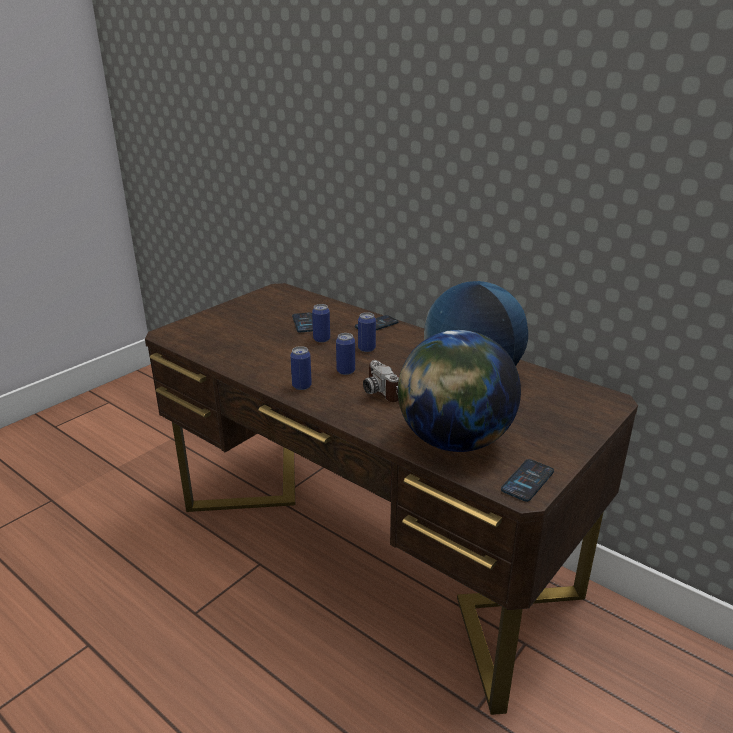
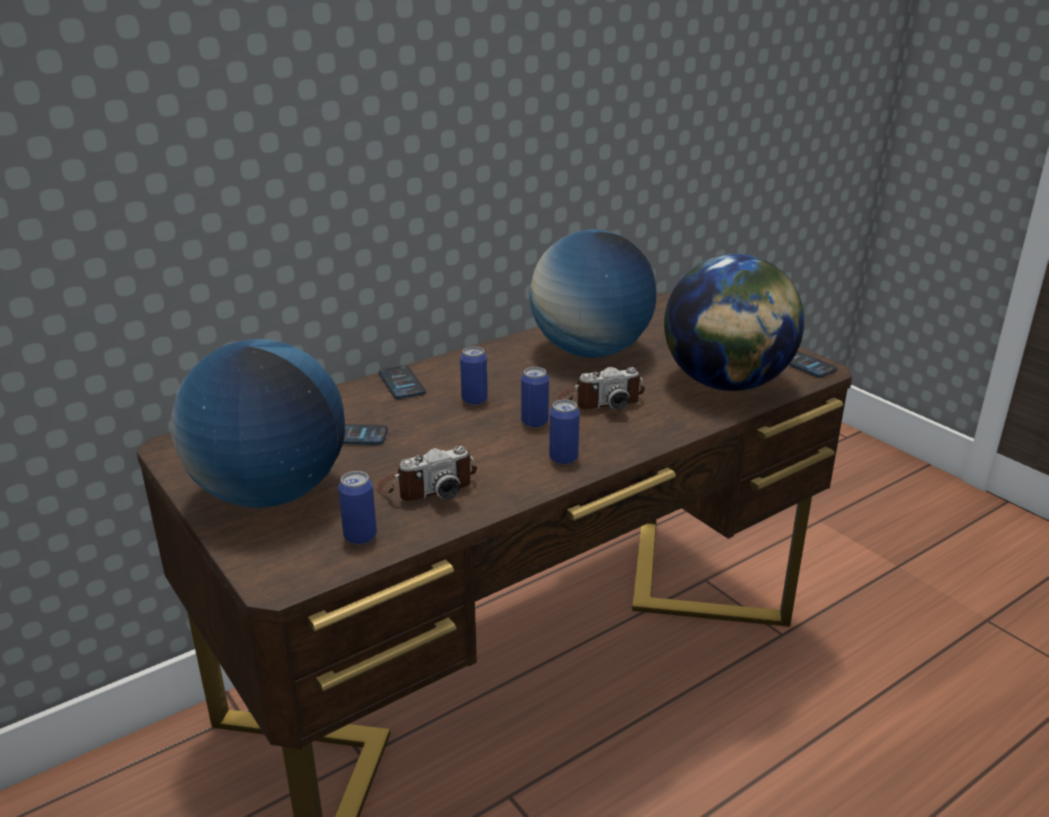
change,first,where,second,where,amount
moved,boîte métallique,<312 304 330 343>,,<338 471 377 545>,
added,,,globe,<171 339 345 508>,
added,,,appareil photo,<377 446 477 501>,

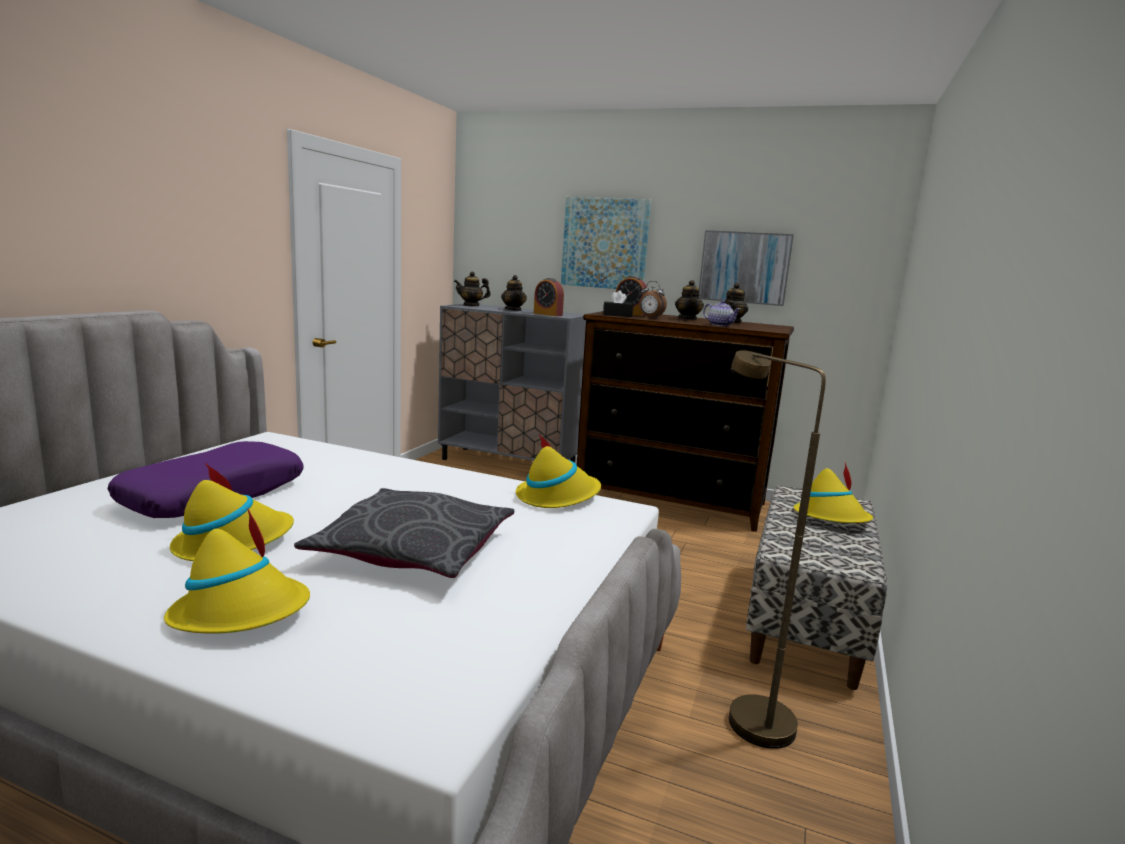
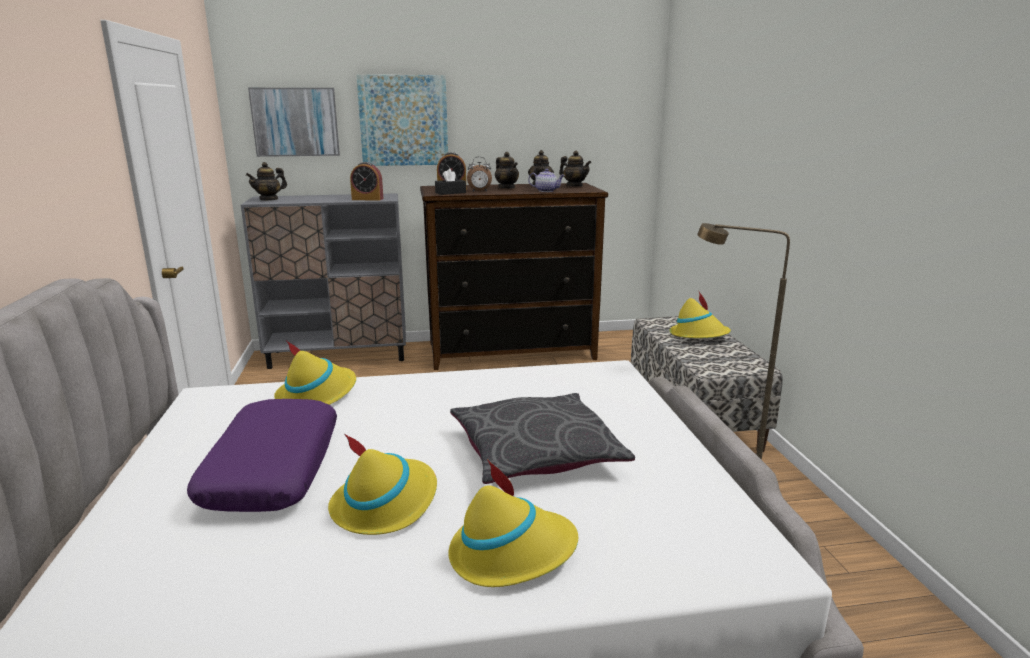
change,first,where,second,where,amount
moved,tableau,<699 230 794 306>,,<248 88 340 157>,
moved,théière,<501 275 527 311>,,<559 151 591 186>,
moved,chapeau/jaune,<516 433 601 508>,,<274 340 356 405>,

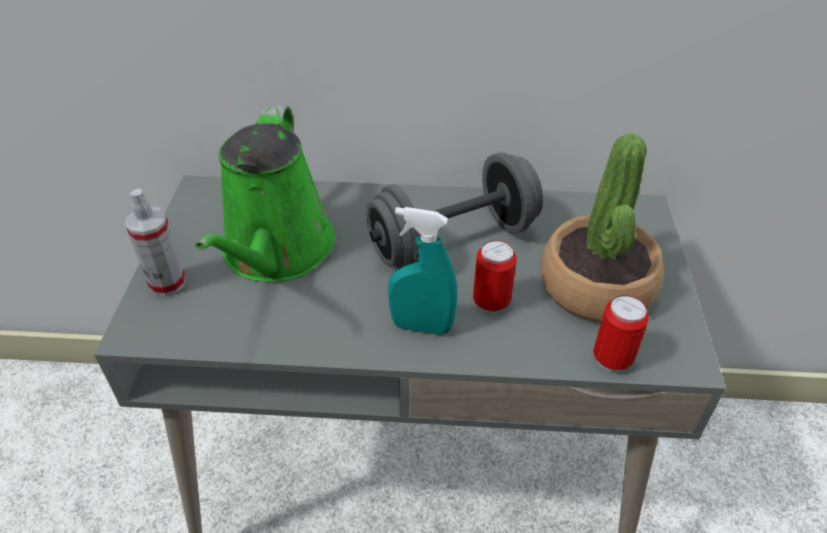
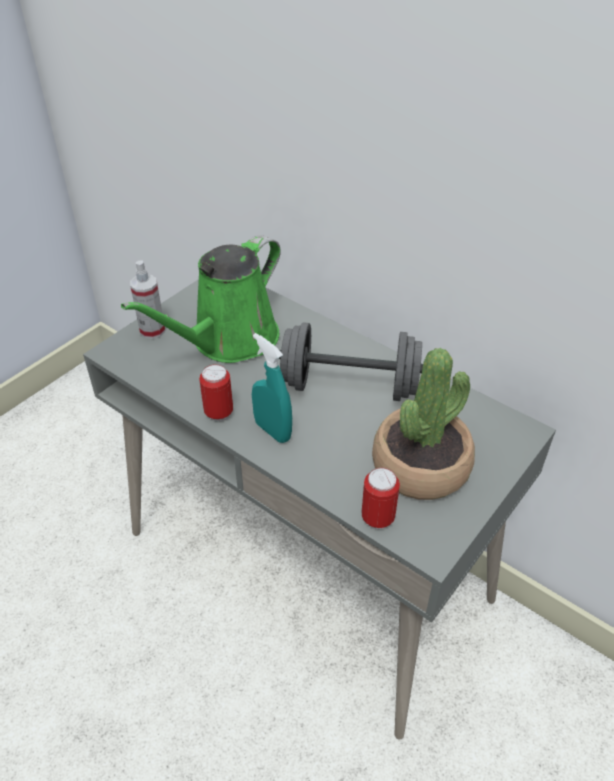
change,first,where,second,where,amount
moved,boîte métallique,<473 240 517 314>,,<199 364 233 421>,

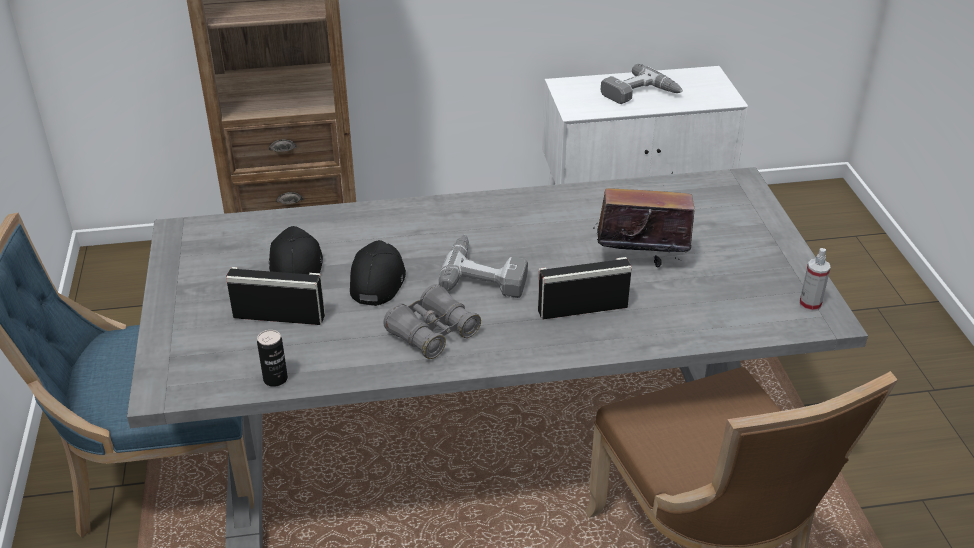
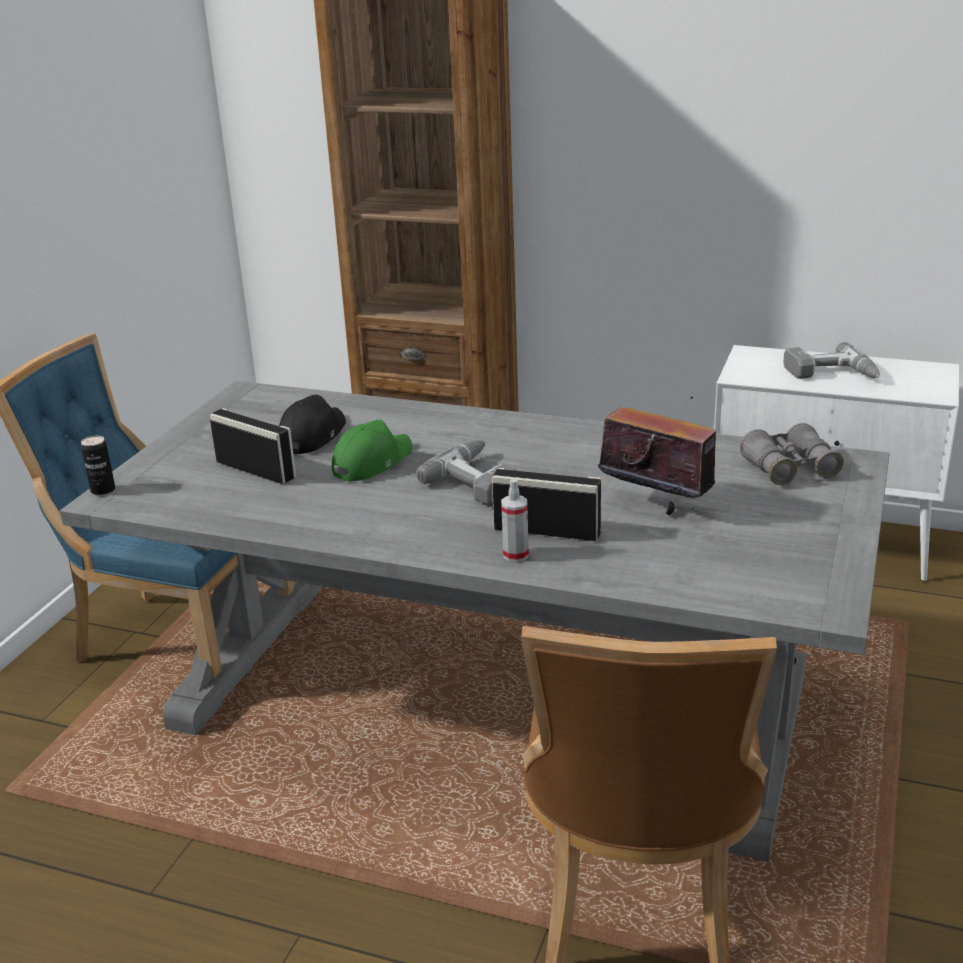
change,first,where,second,where,amount
recoloured,casquette/noir,<350 240 406 306>,casquette/vert,<332 420 413 481>,
moved,vaporisateur,<799 248 831 312>,,<501 479 529 562>,
moved,jumelles/gris,<383 284 481 359>,,<740 423 844 485>,
moved,boîte métallique,<257 330 288 387>,,<81 436 115 495>,

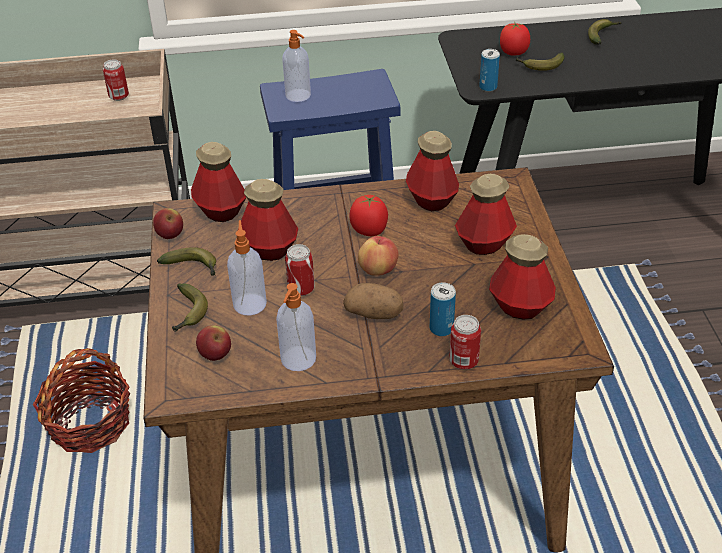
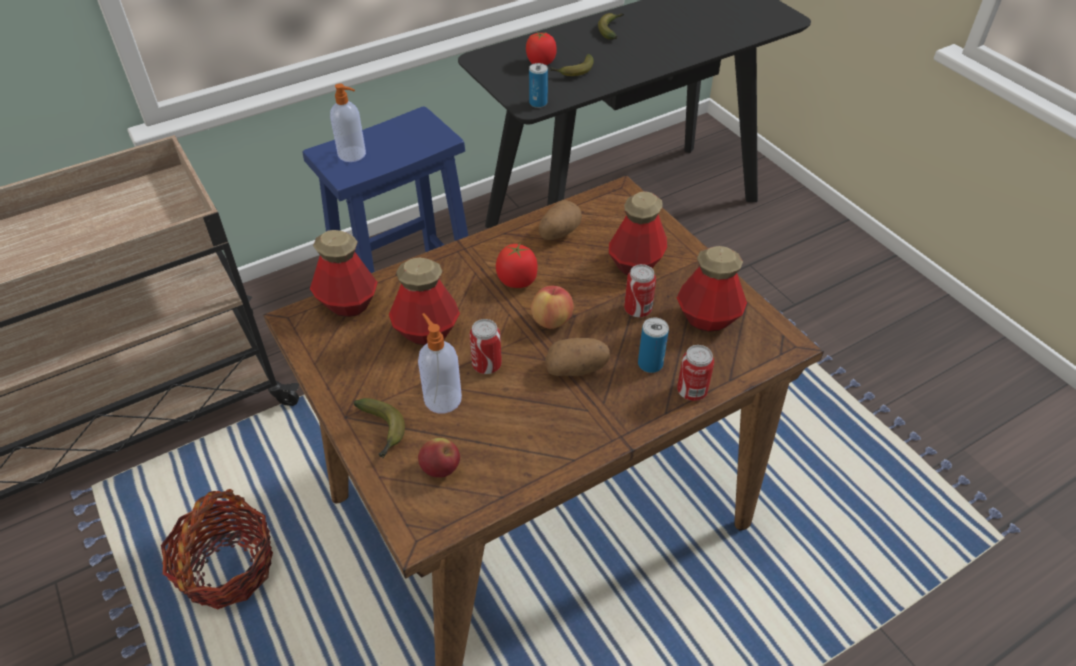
change,first,where,second,where,amount
moved,boîte métallique,<103 59 129 101>,,<624 264 656 317>,
replaced,bouteille,<406 131 459 211>,pomme de terre,<539 200 582 240>,
removed,pomme,<153 208 183 239>,,,
removed,banane,<157 247 216 276>,,,
removed,distributeur de savon,<276 283 316 371>,,,

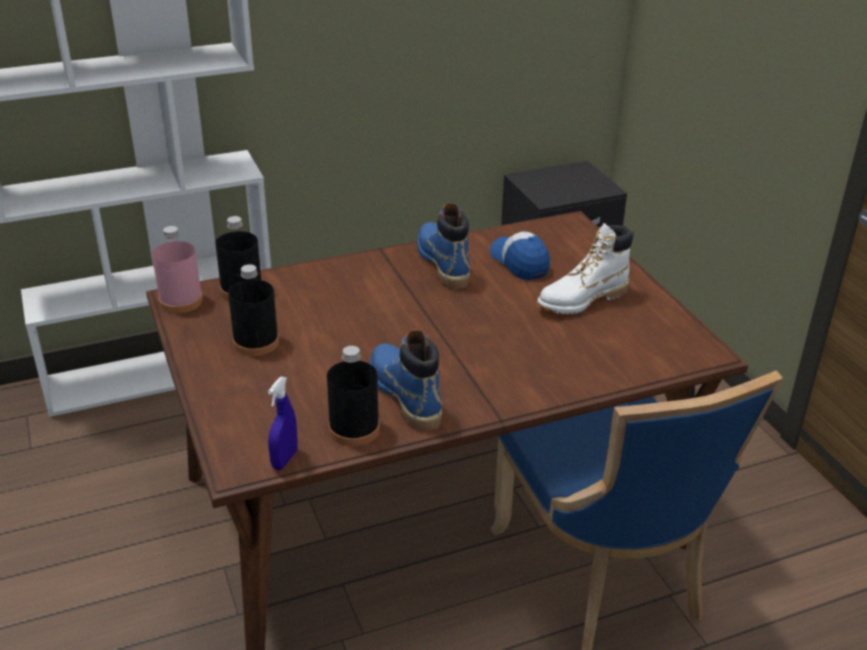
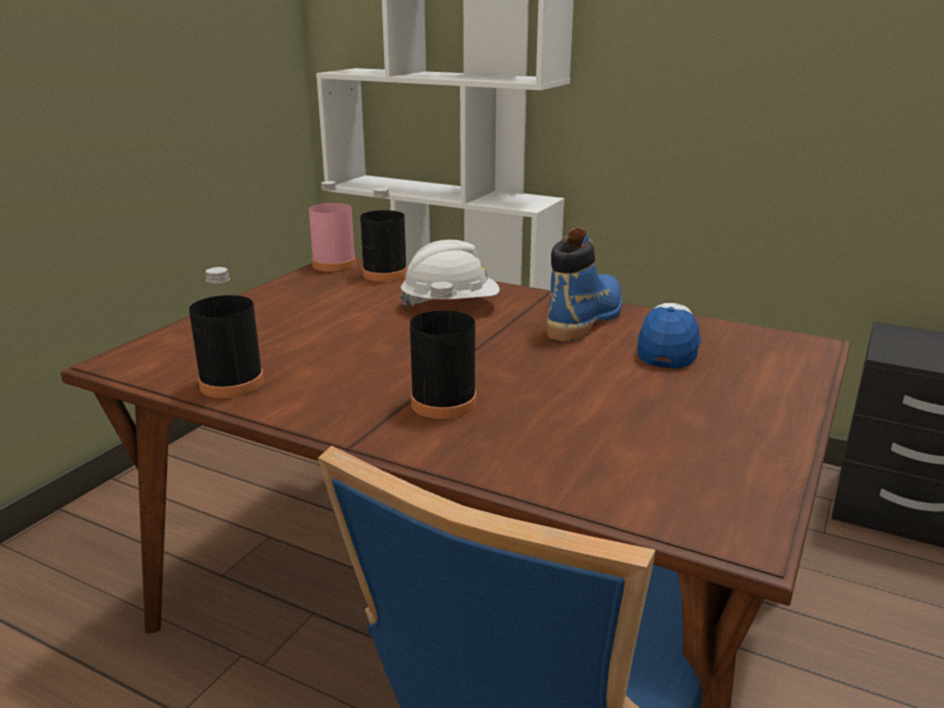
change,first,where,second,where,amount
removed,botte/blanc,<537 223 634 314>,,,
moved,bouteille/noir,<228 264 279 356>,,<410 281 476 419>,
removed,botte/bleu,<370 330 442 432>,,,
removed,vaporisateur/bleu,<268 377 298 470>,,,
added,,,casque de chantier/blanc,<400 240 500 308>,

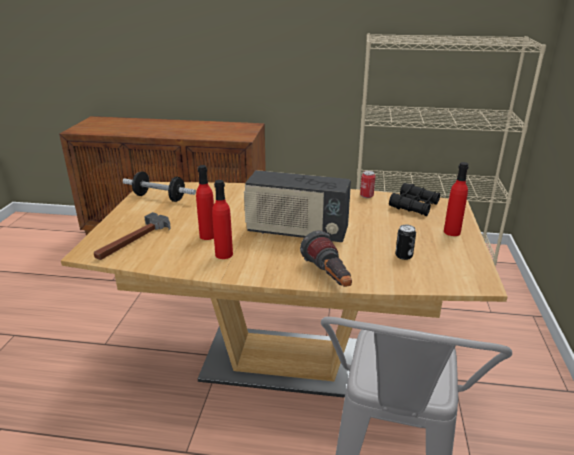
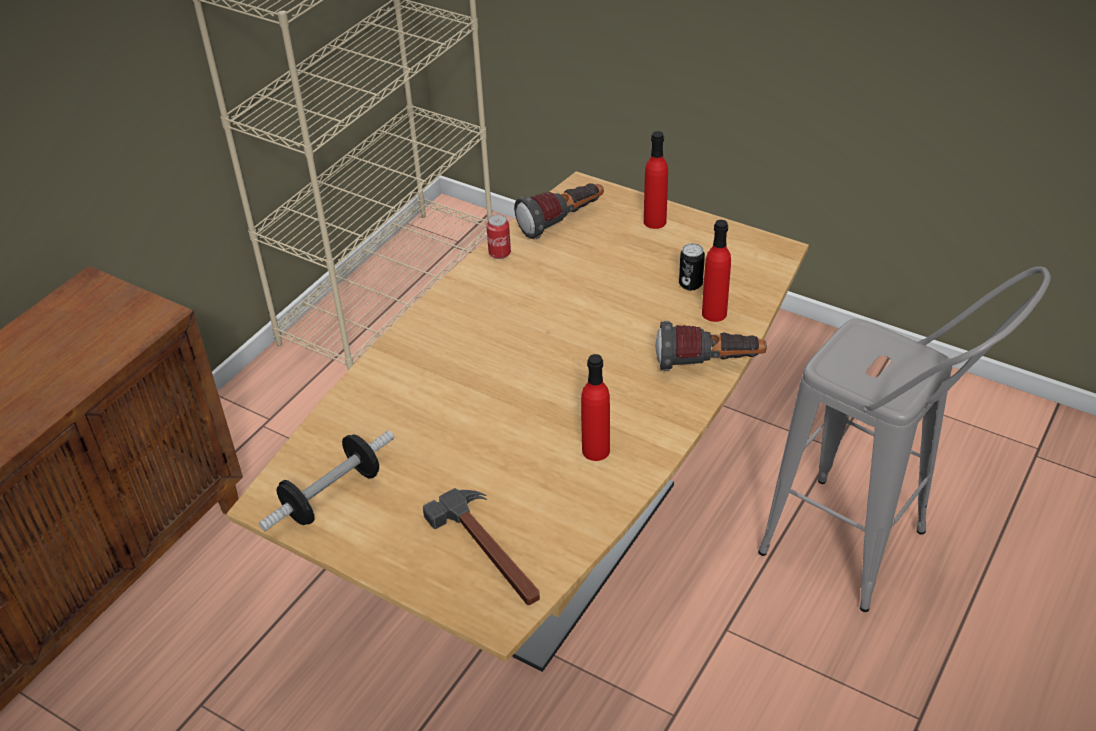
change,first,where,second,where,amount
moved,bouteille/rouge,<196 165 214 240>,,<702 220 731 322>,
removed,radio,<244 170 351 242>,,,
replaced,jumelles/noir,<389 183 440 216>,lampe de poche,<514 183 604 239>,

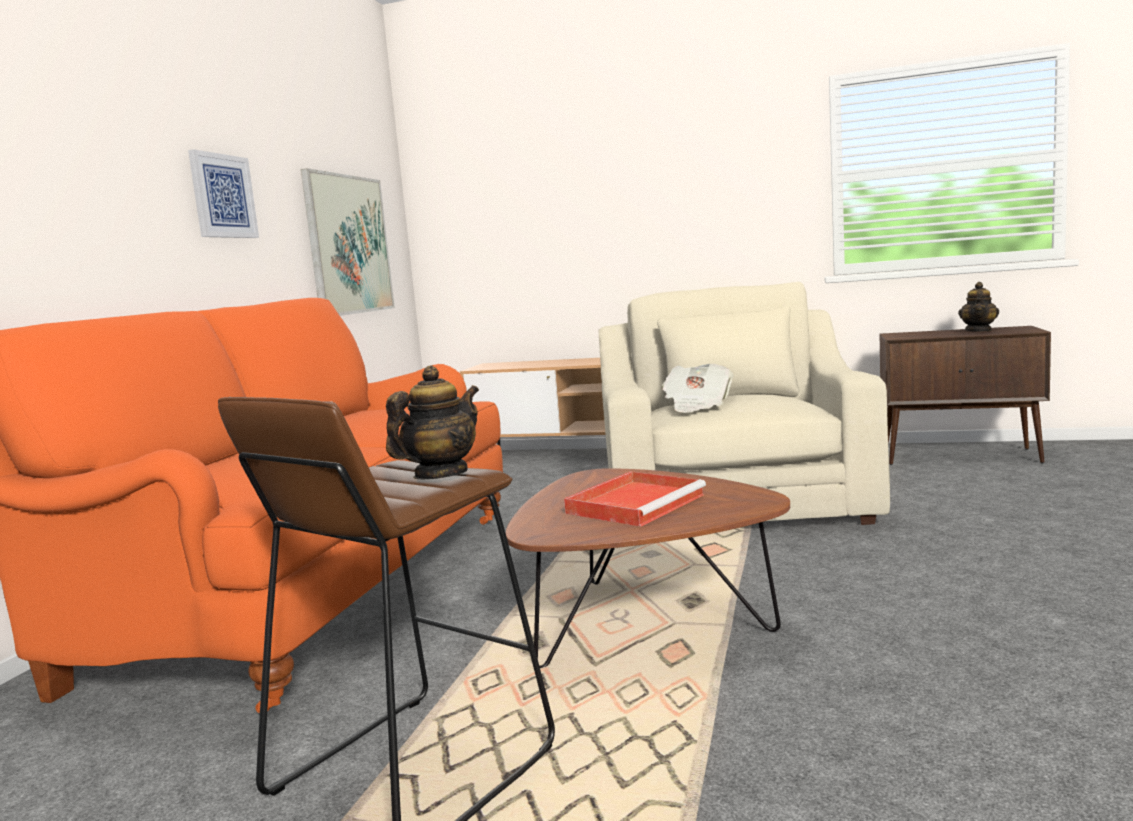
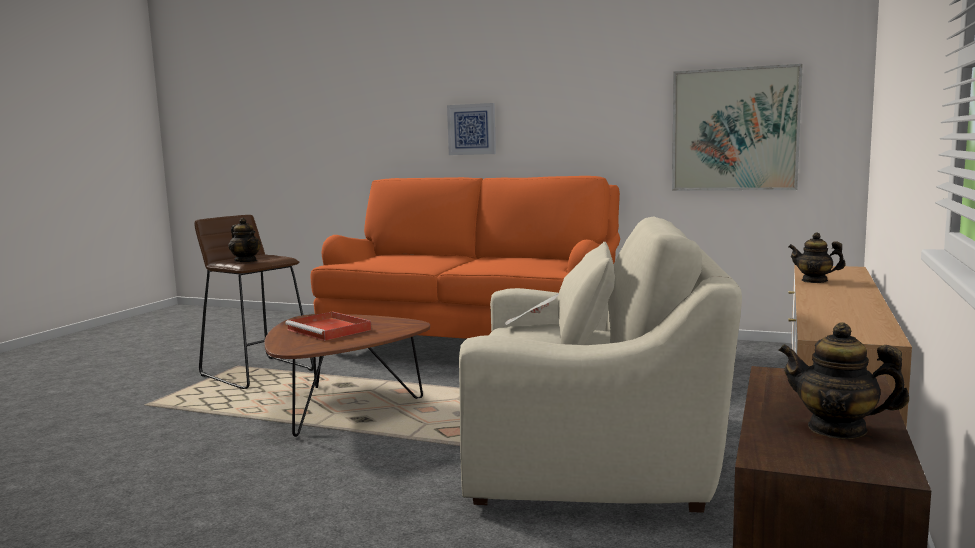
change,first,where,second,where,amount
moved,tableau,<188 149 259 238>,,<447 103 496 155>,
added,,,théière,<788 233 846 283>,

